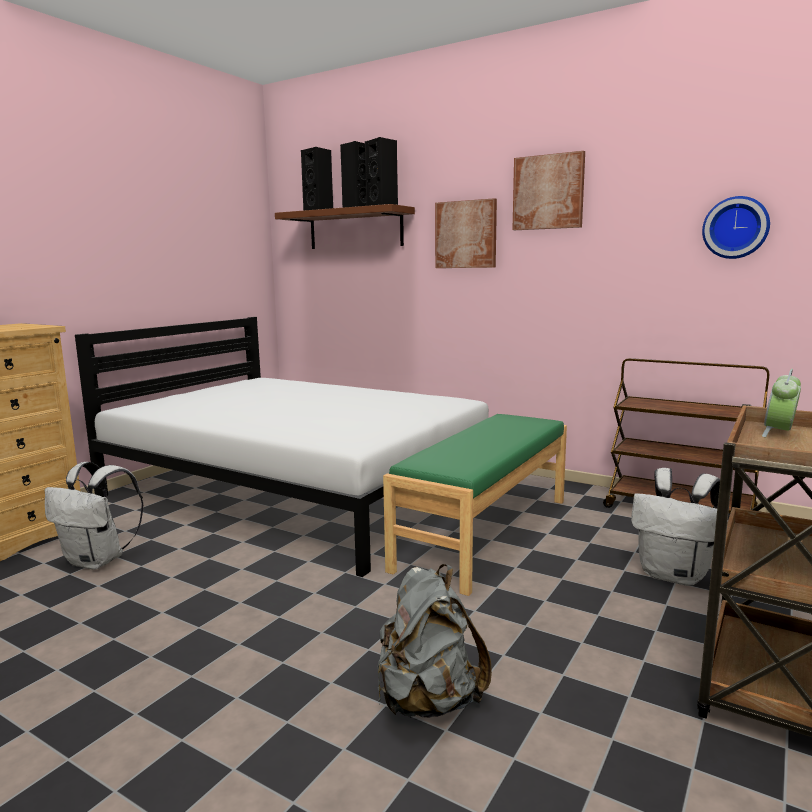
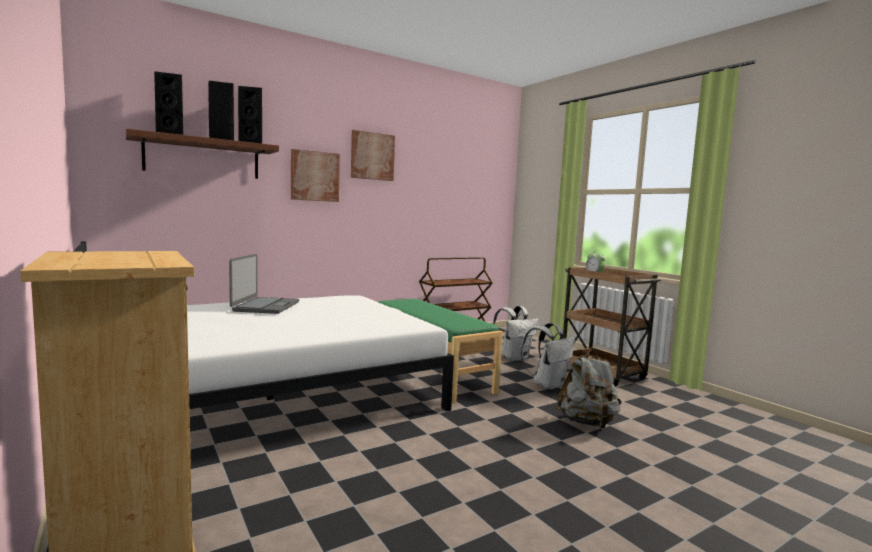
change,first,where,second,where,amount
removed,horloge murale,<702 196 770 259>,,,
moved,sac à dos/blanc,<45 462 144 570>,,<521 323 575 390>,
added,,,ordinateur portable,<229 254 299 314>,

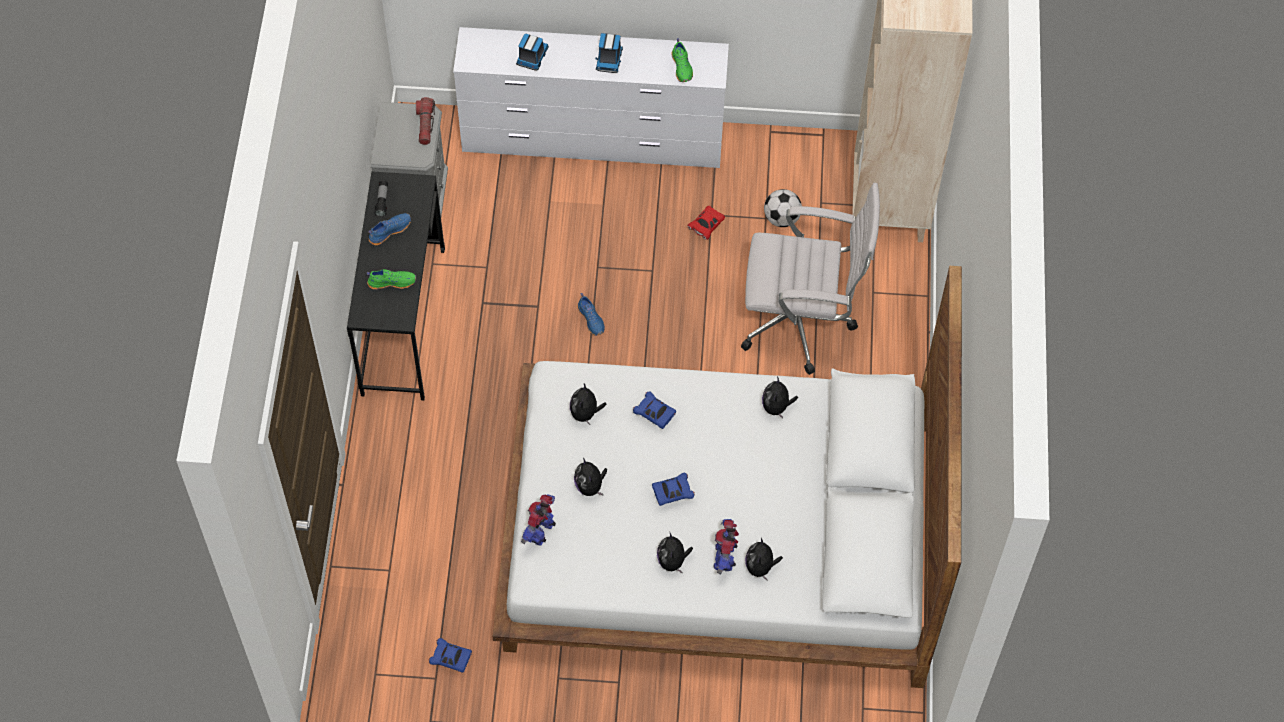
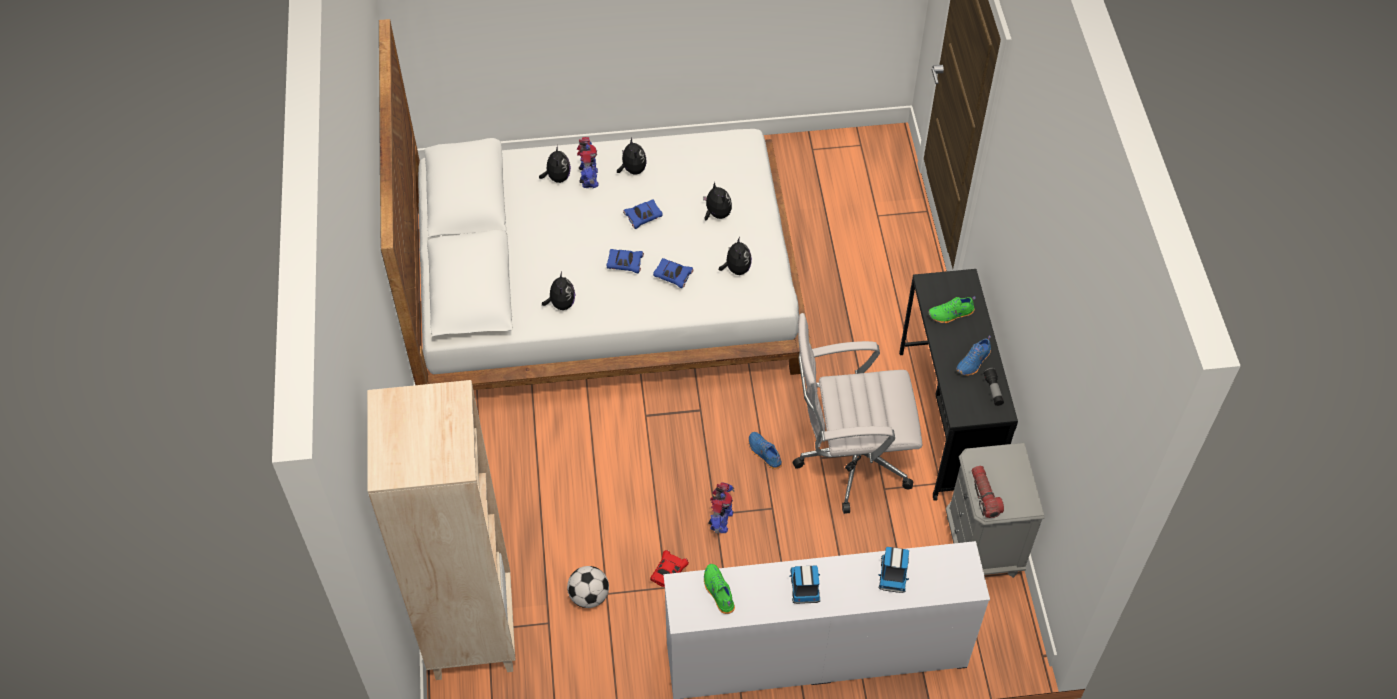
change,first,where,second,where,amount
moved,chaise de bureau/blanc,<741 183 880 375>,,<793 313 922 514>,
moved,robot jouet,<521 494 556 546>,,<708 482 734 534>,
moved,petite voiture/bleu,<429 638 472 673>,,<607 249 644 273>,

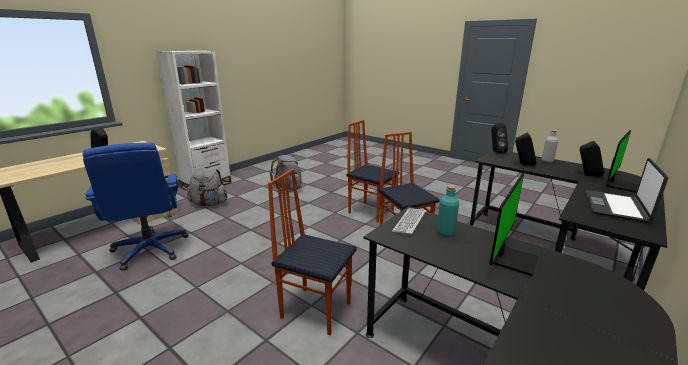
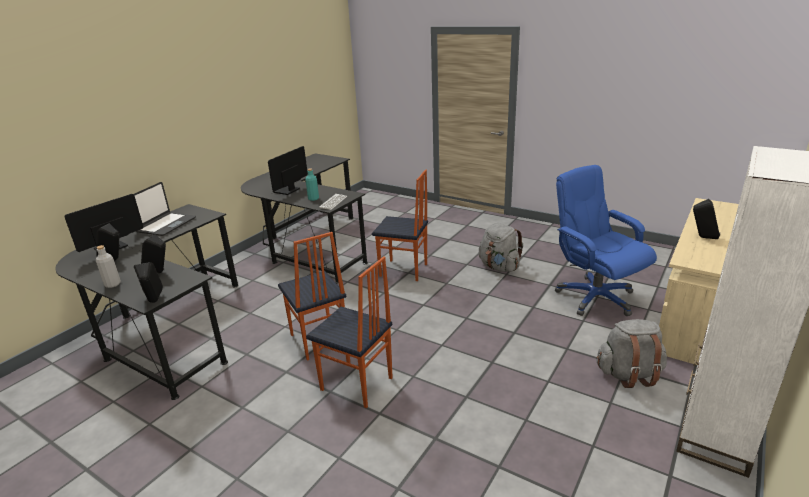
change,first,where,second,where,amount
moved,sac à dos/gris,<270 155 302 191>,,<479 223 523 272>,

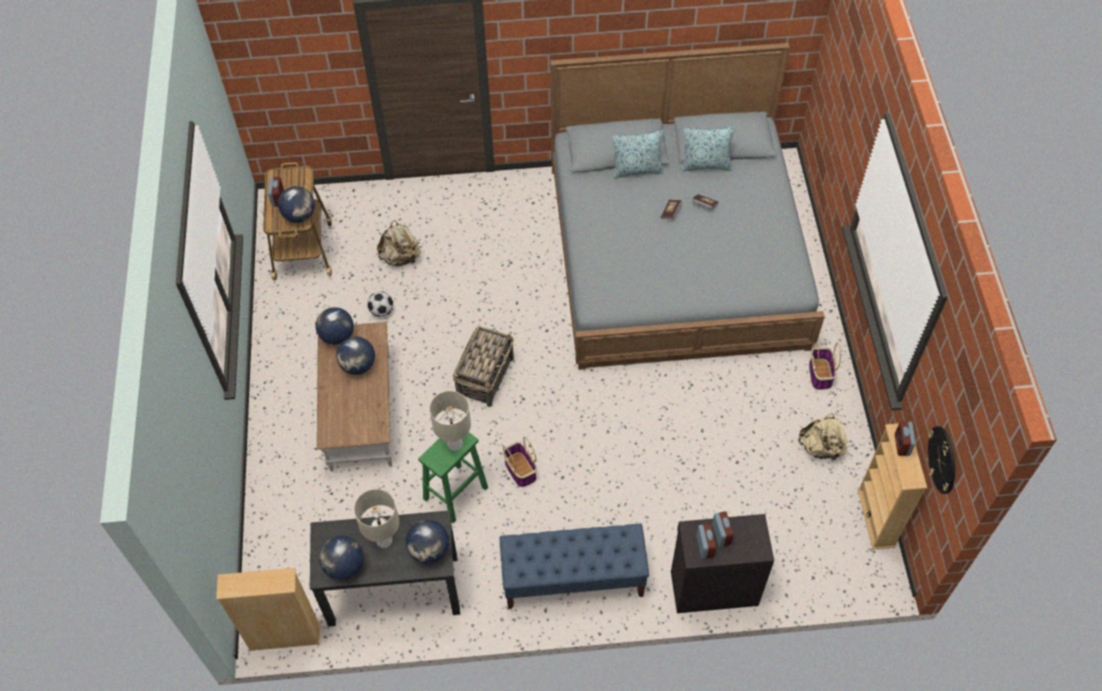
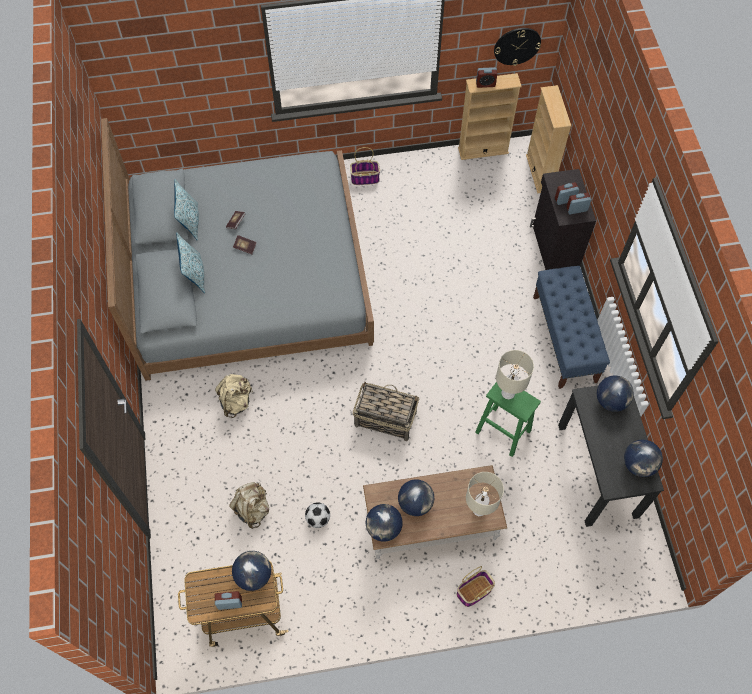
change,first,where,second,where,amount
moved,sac à dos/beige,<798 413 848 462>,,<215 374 253 418>,
moved,panier,<503 437 537 487>,,<456 566 495 607>,
moved,lampe de table/beige,<354 489 399 548>,,<466 472 504 516>,
moved,bibliothèque/beige,<216 568 320 651>,,<526 85 571 193>,

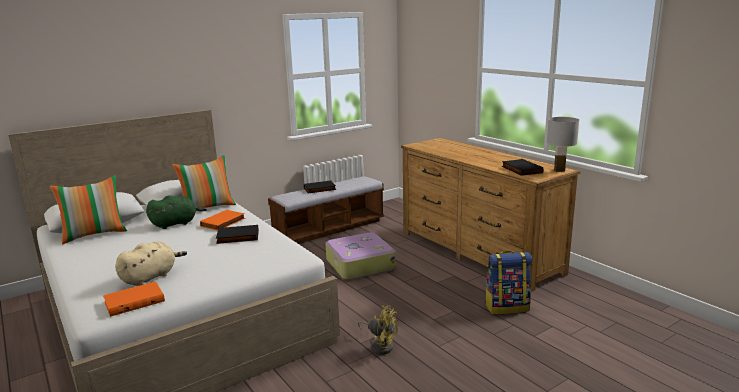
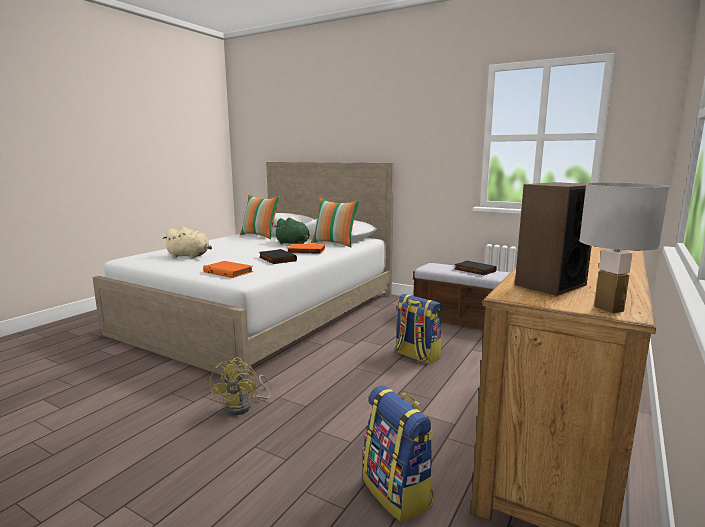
change,first,where,second,where,amount
replaced,livre/noir,<502 159 544 176>,enceinte,<515 182 592 296>,
replaced,valise,<325 232 396 280>,sac à dos,<395 294 442 364>,
moved,livre/orange,<103 281 165 317>,,<203 261 253 278>,

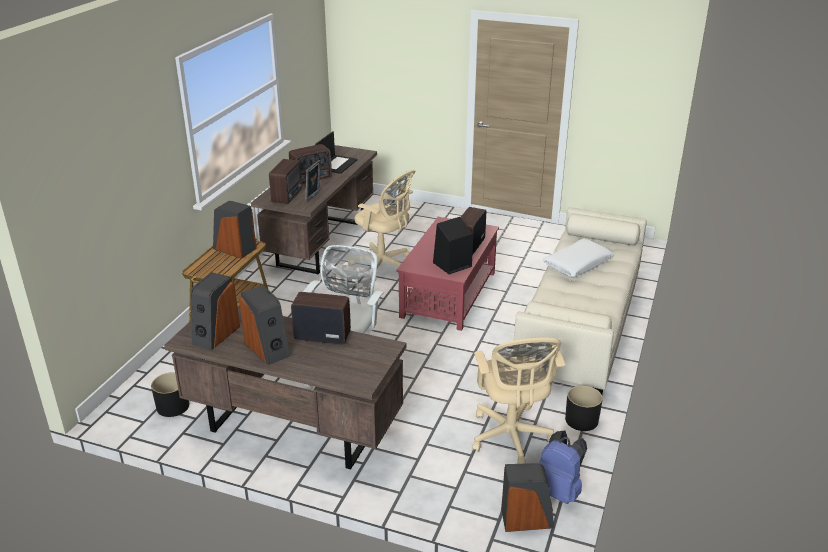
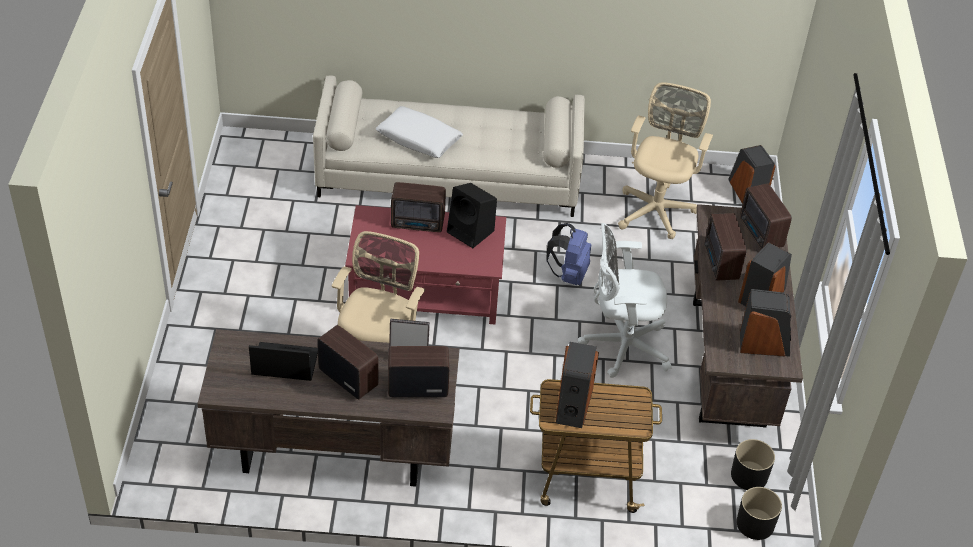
change,first,where,second,where,amount
turned,chaise de bureau/beige,<472 338 565 464>,,<618 82 713 239>,45 degrees counterclockwise
moved,cache-pot/noir,<565 385 603 431>,,<736 487 782 540>,
moved,sac à dos/bleu,<539 430 587 504>,,<546 223 591 285>,
added,,,radio,<740 183 792 250>,

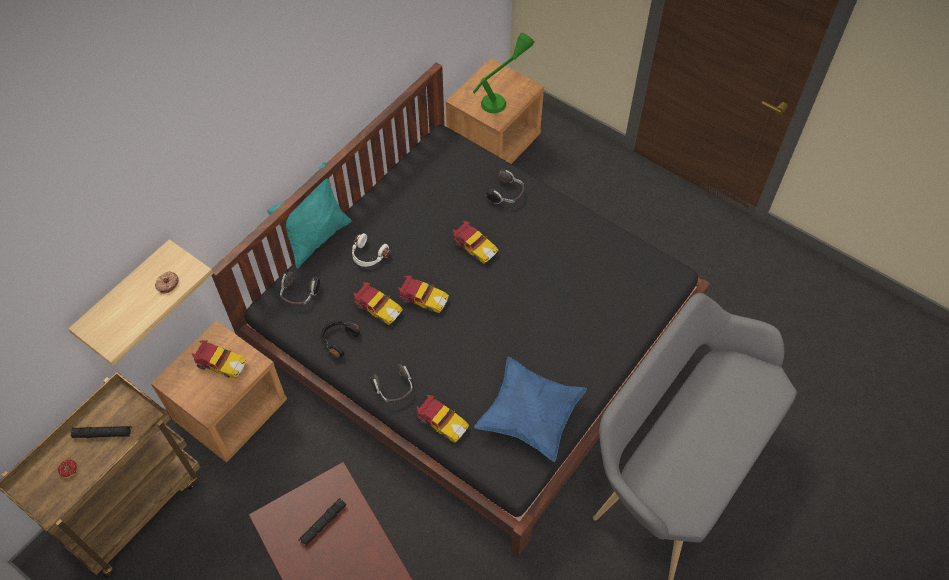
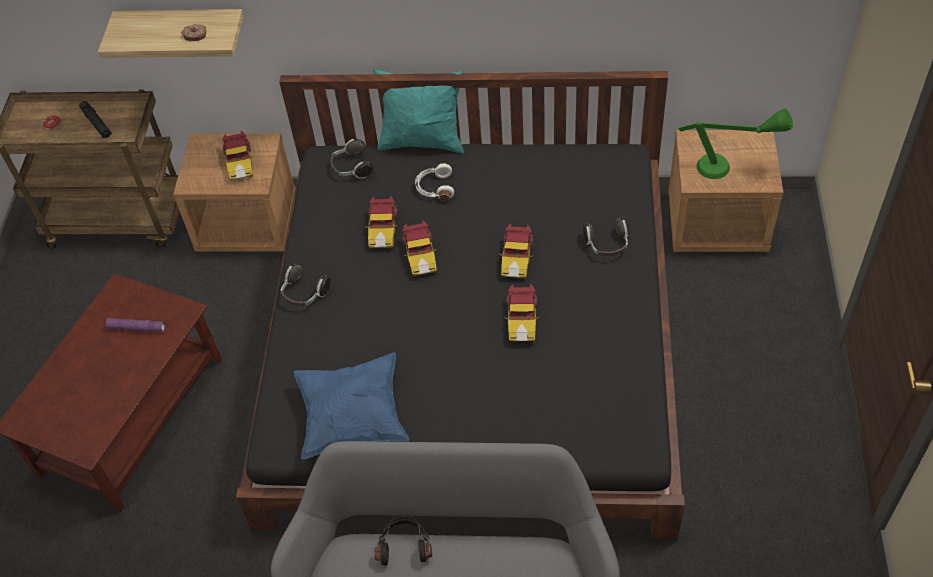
change,first,where,second,where,amount
moved,casque audio/noir,<320 321 360 358>,,<375 516 432 566>,
moved,petite voiture,<416 395 469 443>,,<504 284 539 342>,
recoloured,lampe de poche/noir,<298 498 346 547>,lampe de poche/violet,<104 318 166 332>,

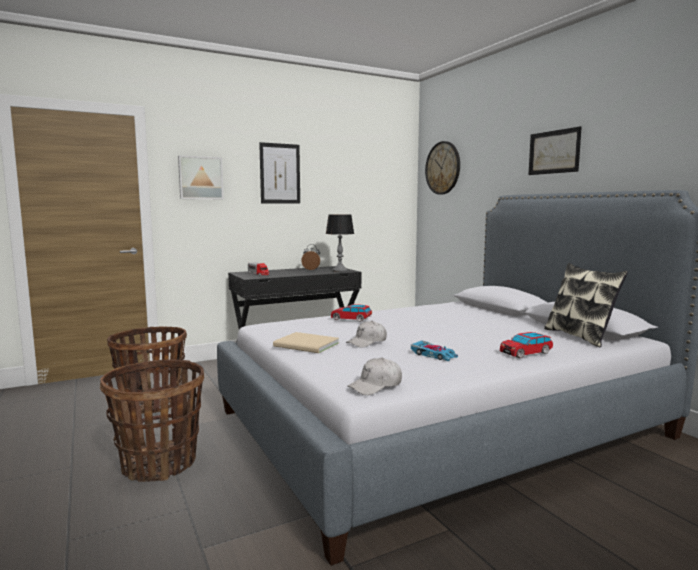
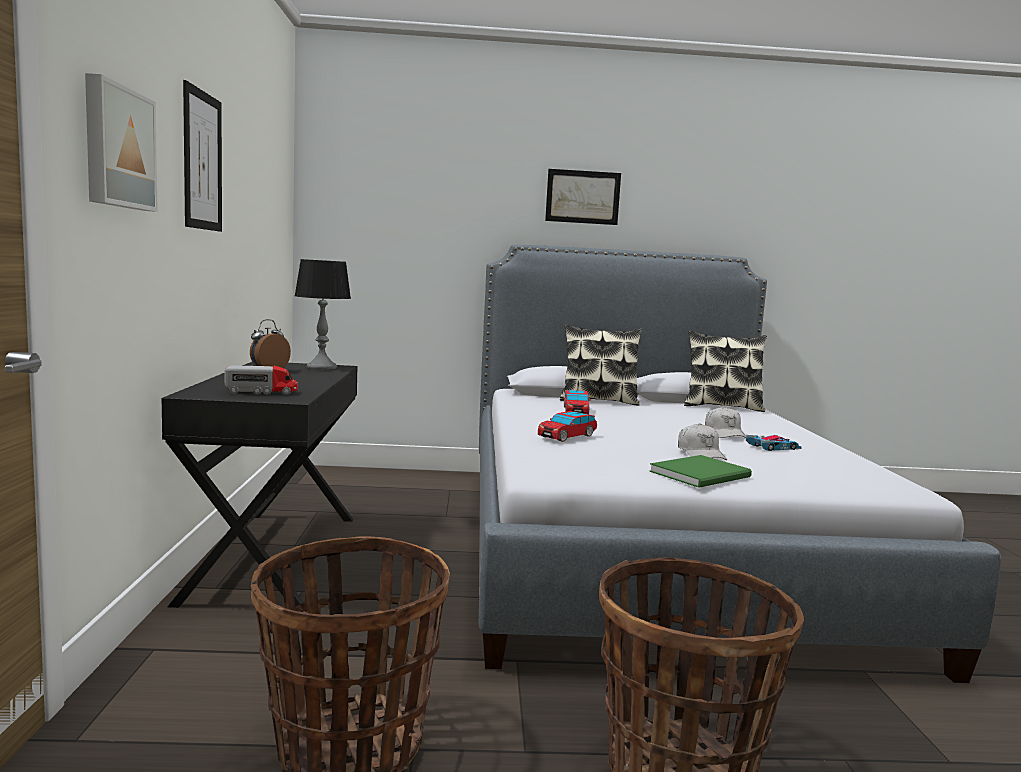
change,first,where,second,where,amount
removed,horloge murale,<425 141 460 195>,,,
recoloured,livre/beige,<273 332 339 353>,livre/vert,<649 455 752 488>,
moved,petite voiture,<500 332 553 358>,,<564 390 591 414>,
moved,casquette/blanc,<347 358 402 395>,,<705 407 746 438>,
added,,,coussin,<560 324 642 406>,

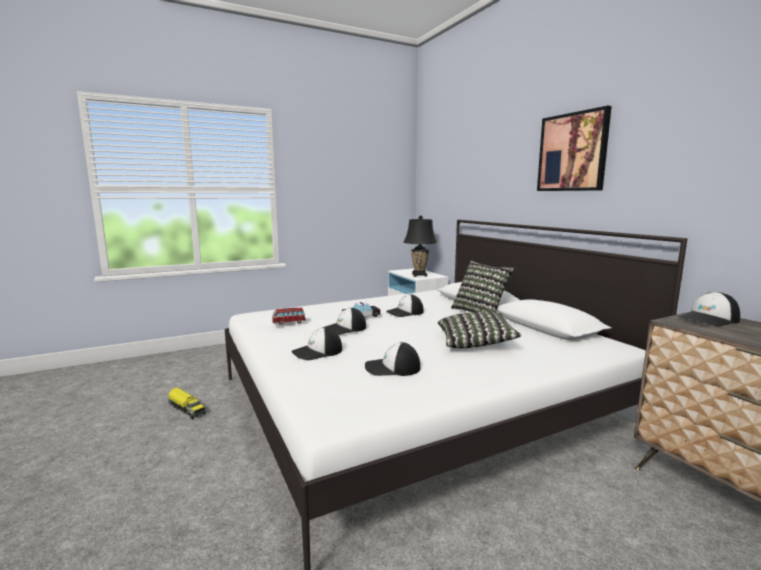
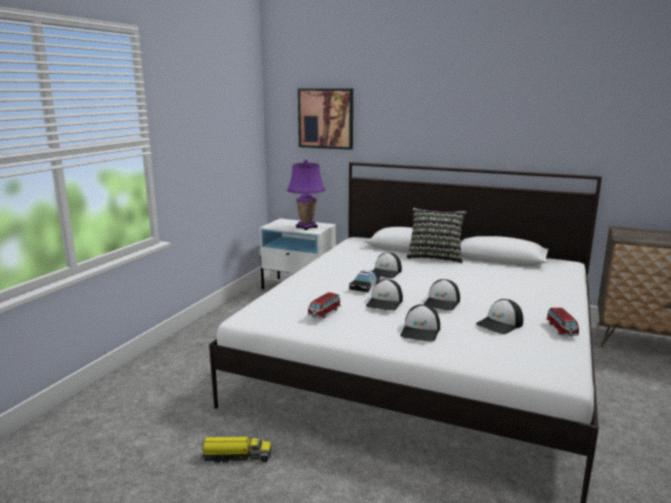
change,first,where,second,where,amount
moved,tableau,<537 106 612 191>,,<298 88 353 150>,
recoloured,lampe de table/noir,<404 215 437 277>,lampe de table/violet,<287 160 325 230>,
moved,casquette,<677 292 740 327>,,<423 279 460 311>,
removed,coussin,<438 311 522 348>,,,
added,,,petite voiture,<546 308 579 336>,

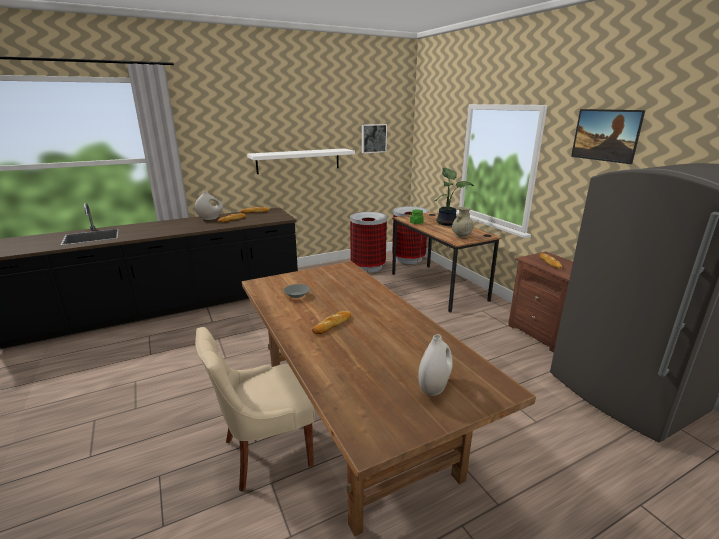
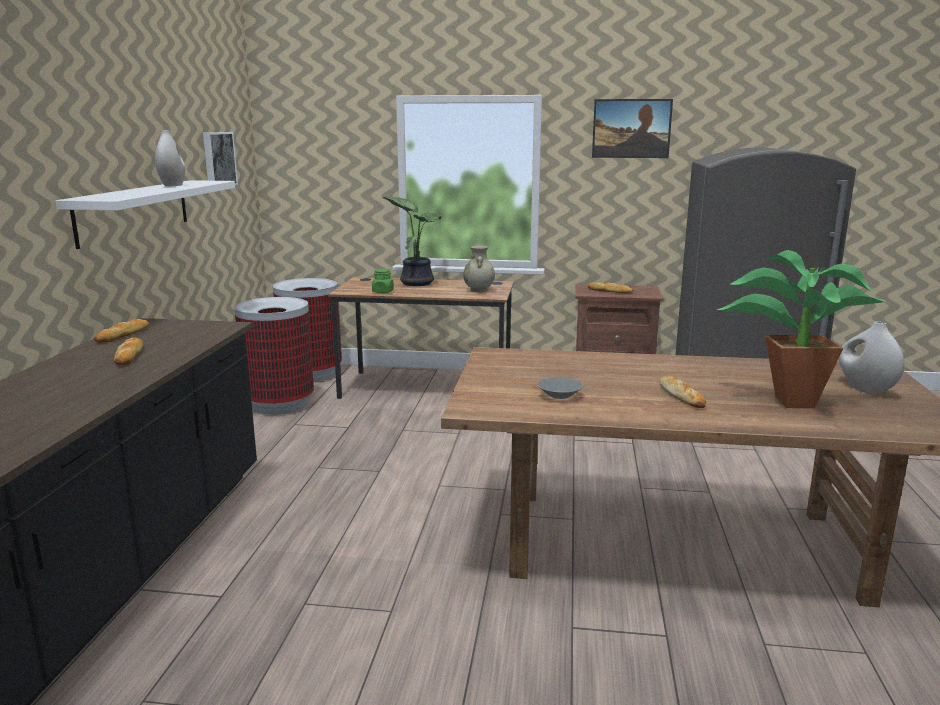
change,first,where,second,where,amount
moved,vase/blanc,<195 191 223 220>,,<155 130 185 186>,
removed,chaise/beige,<195 327 315 492>,,,
added,,,plante en pot,<717 250 886 408>,

